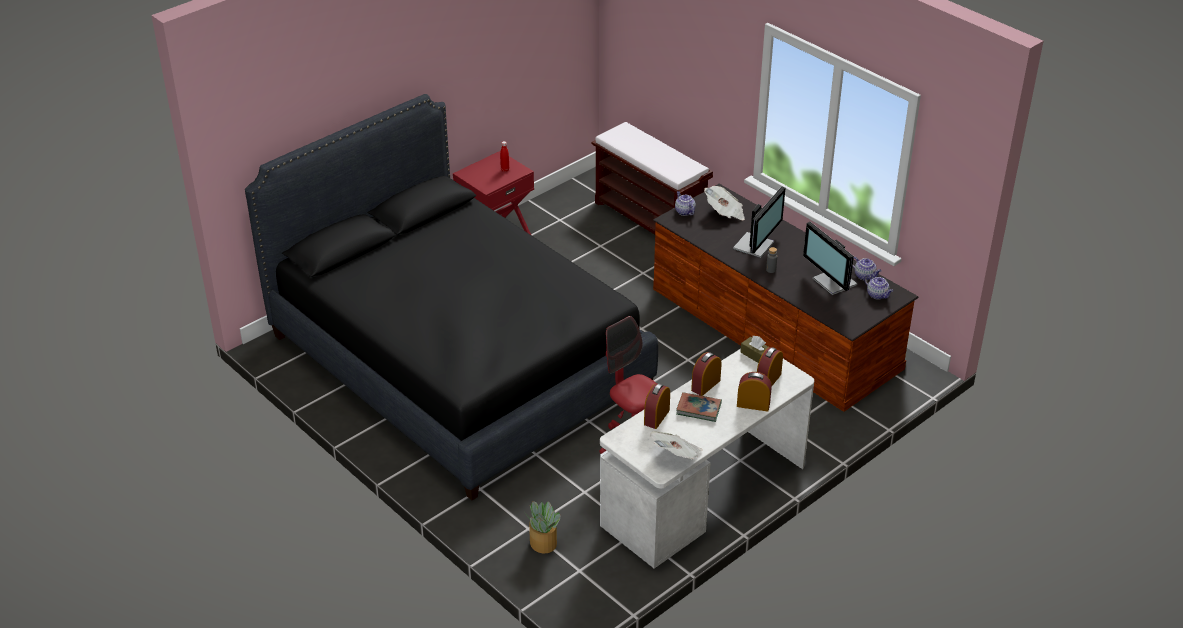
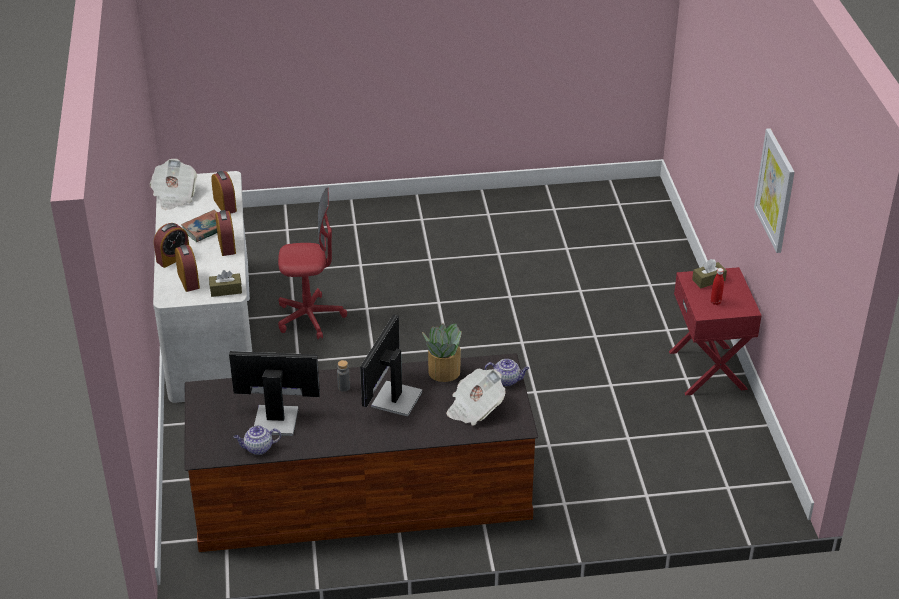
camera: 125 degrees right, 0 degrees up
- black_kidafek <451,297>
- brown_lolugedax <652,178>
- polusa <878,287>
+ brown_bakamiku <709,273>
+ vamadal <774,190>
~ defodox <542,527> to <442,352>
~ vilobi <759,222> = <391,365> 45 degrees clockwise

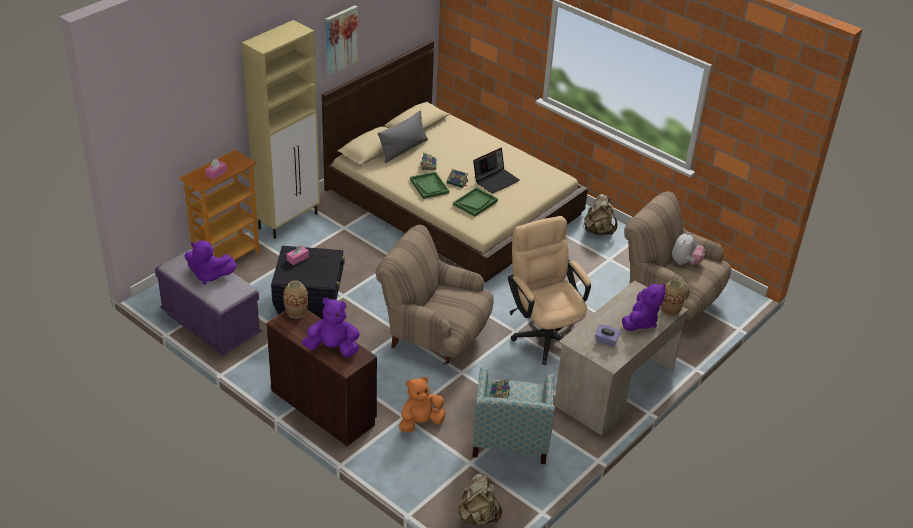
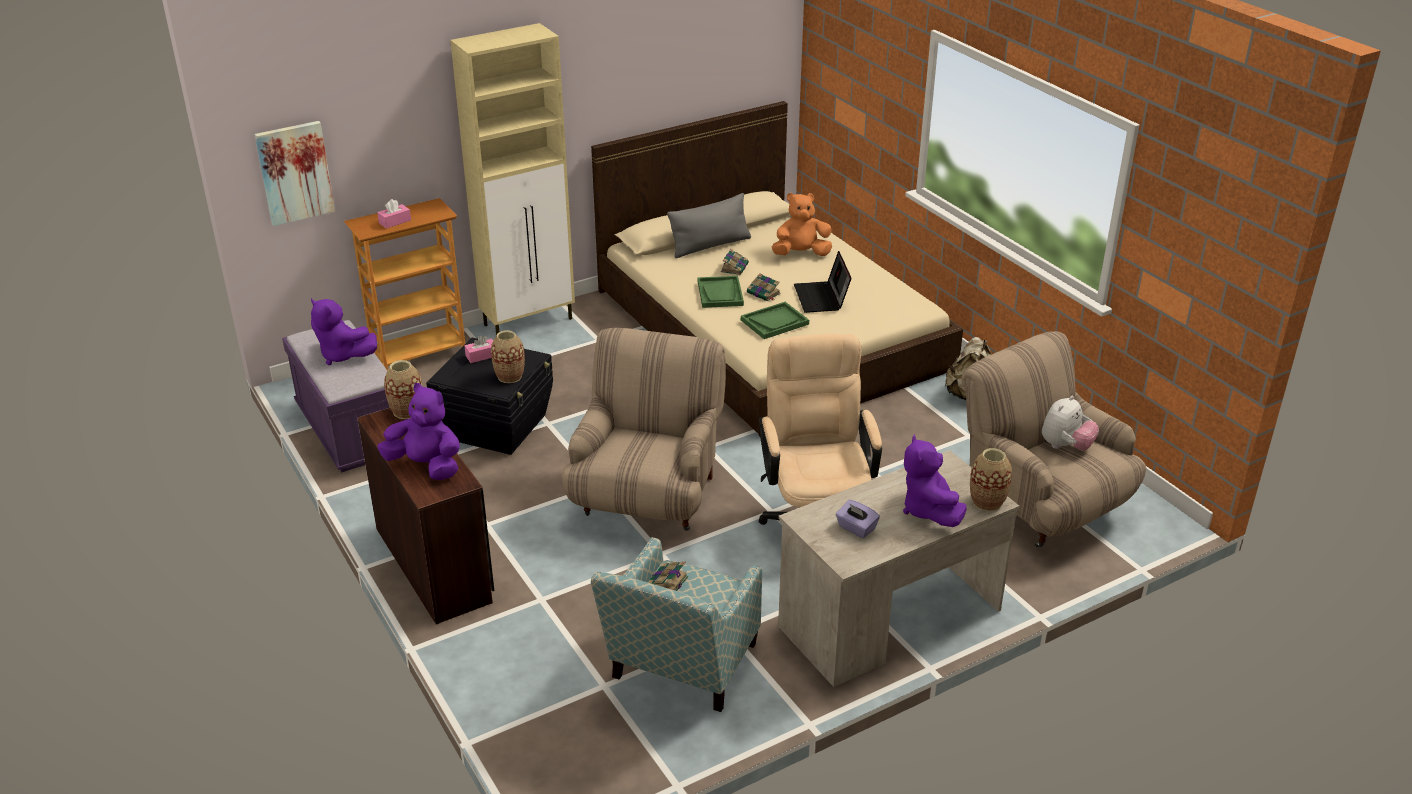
camera: 20 degrees right, 5 degrees down
- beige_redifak <480,499>
+ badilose <508,356>
~ vamadal <341,40> to <294,173>
~ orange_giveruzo <422,405> to <802,224>
~ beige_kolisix <435,295> = <644,429> 60 degrees clockwise
~ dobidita <496,171> = <823,282> 105 degrees clockwise
~ purple_giveruzo <644,307> = <935,481> 120 degrees clockwise

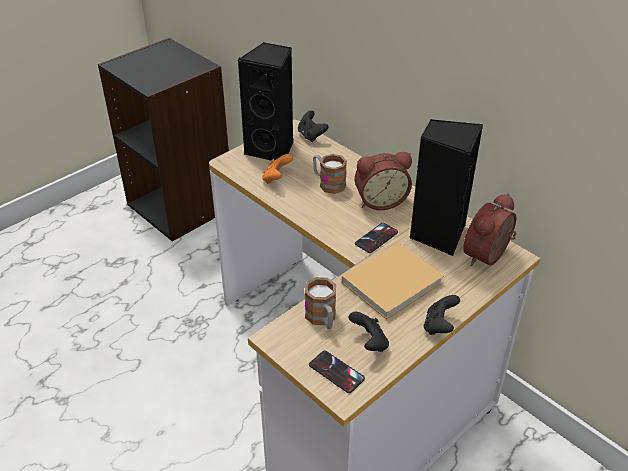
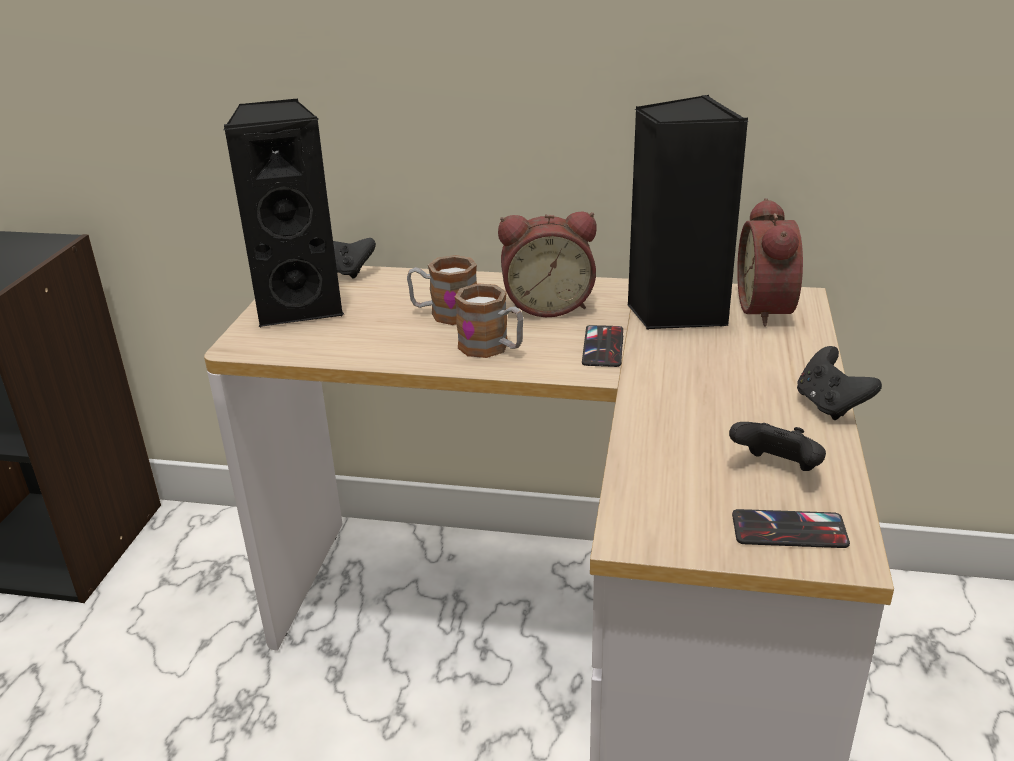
camera: 35 degrees left, 10 degrees down
- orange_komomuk <277,169>
- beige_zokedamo <393,281>
~ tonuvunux <320,303> to <489,320>
~ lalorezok <383,181> = <547,264> 45 degrees clockwise

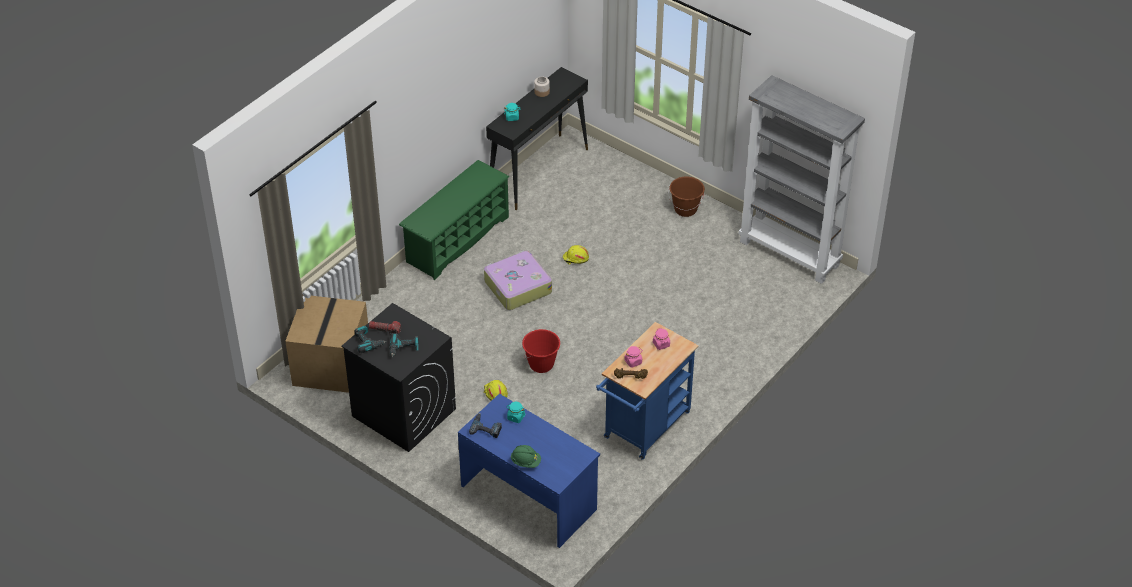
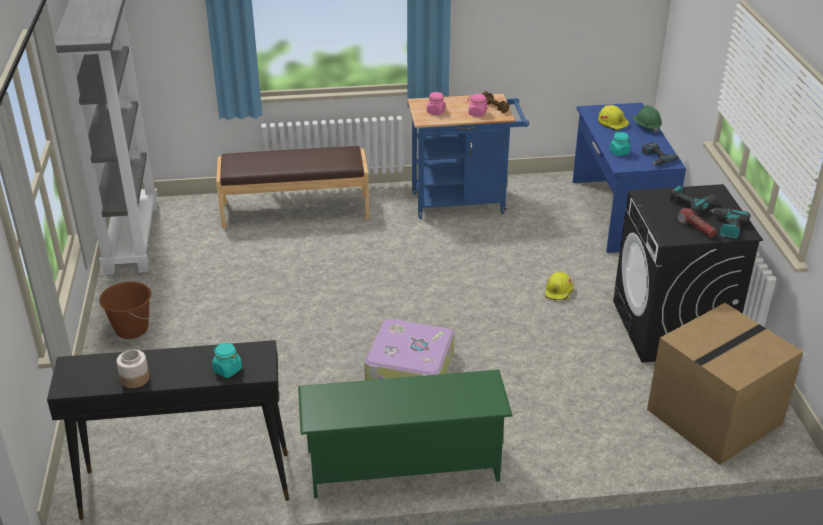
camera: 135 degrees left, 10 degrees down
- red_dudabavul <541,351>
+ brown_lolugedax <292,187>
~ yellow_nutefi <576,255> to <613,118>

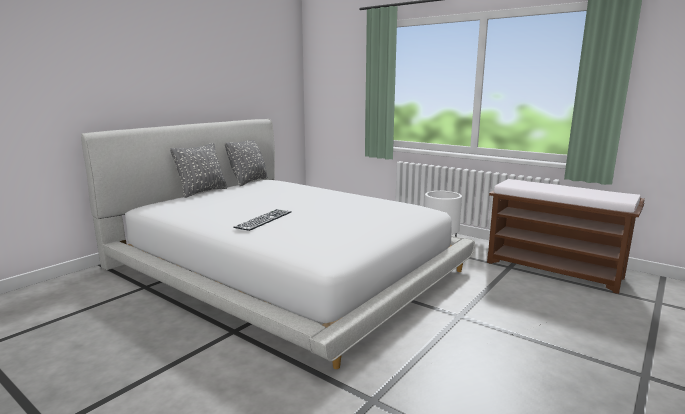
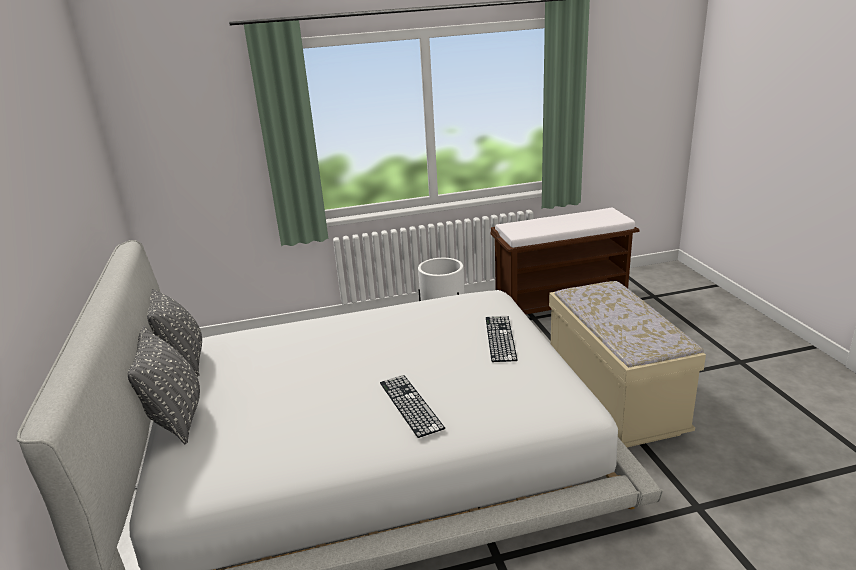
camera: 50 degrees left, 10 degrees up
+ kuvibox <502,339>
+ beige_lolugedax <627,364>

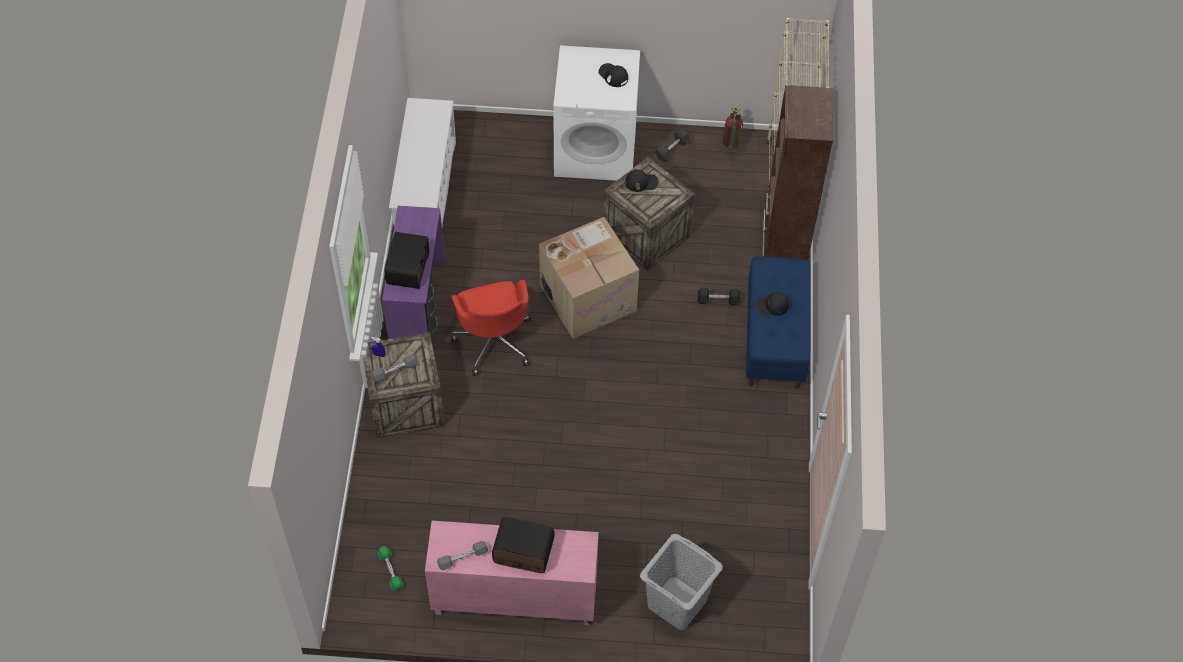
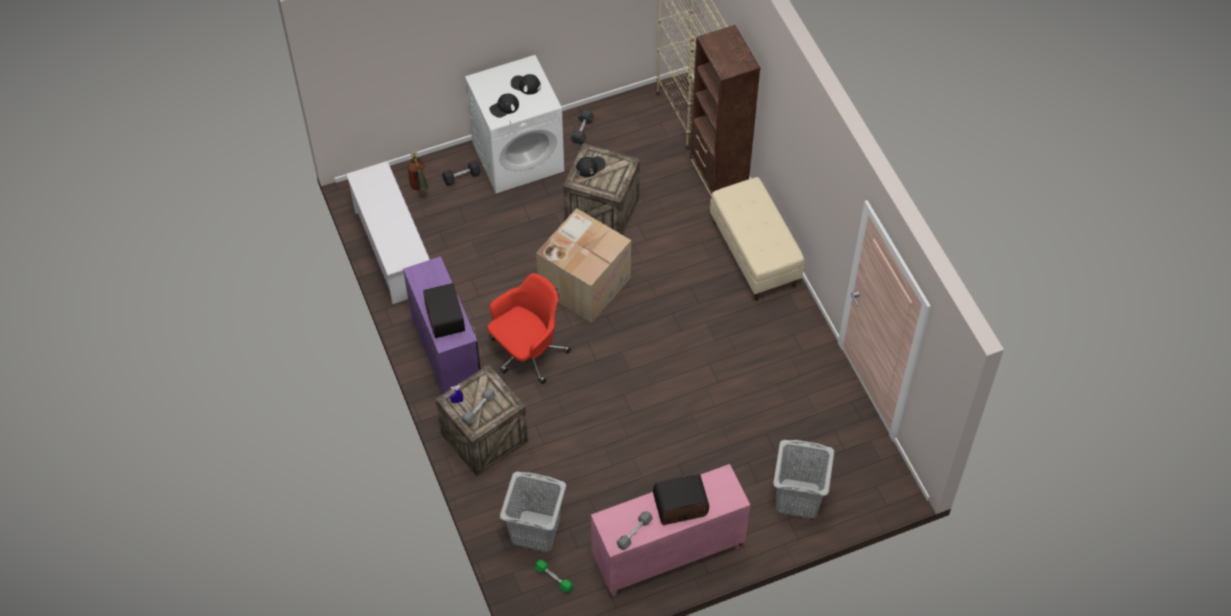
camera: 25 degrees left, 0 degrees up
+ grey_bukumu <533,511>
~ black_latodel <719,296> to <461,173>
~ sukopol <733,128> to <418,171>
~ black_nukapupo <772,304> to <504,106>
~ blue_lolugedax <778,322> to beige_lolugedax <757,239>
~ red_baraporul <491,328> = <529,328> 90 degrees counterclockwise

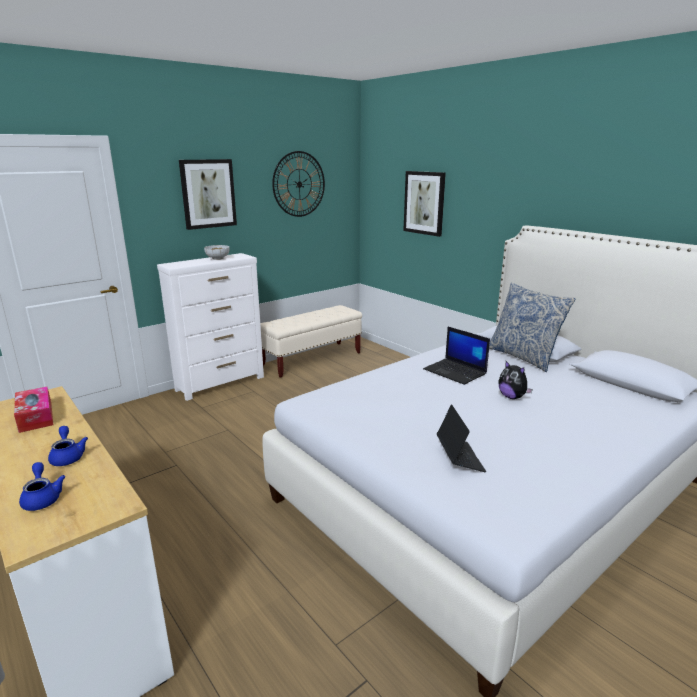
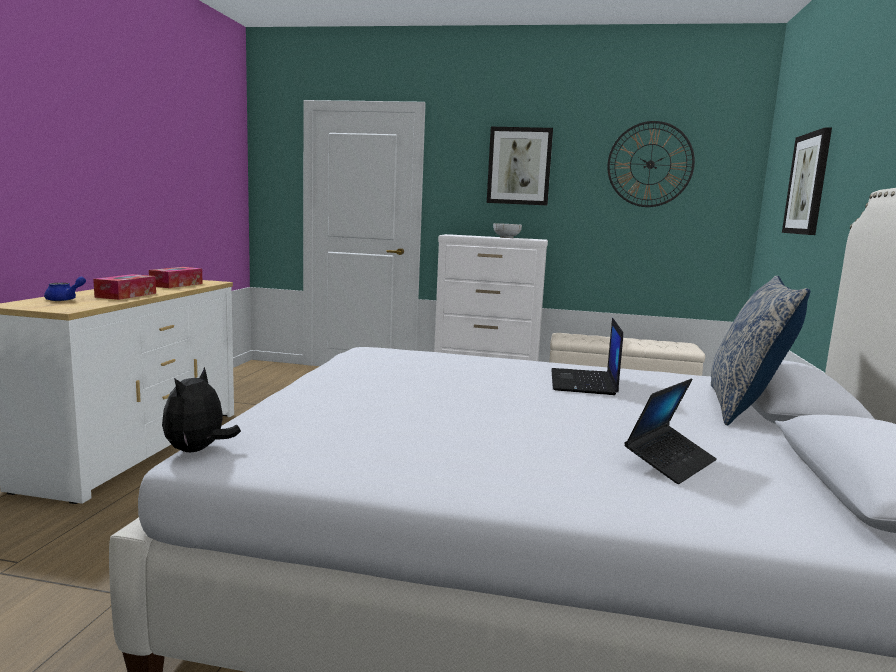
camera: 50 degrees right, 10 degrees down
~ dobidita <461,438> to <670,431>
~ giveruzo <516,380> to <201,409>
~ blue_polusa <68,446> to bakamiku <124,287>

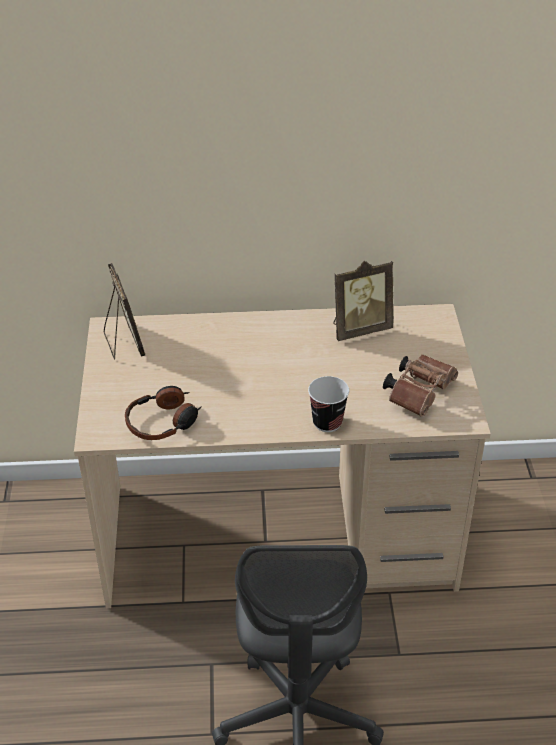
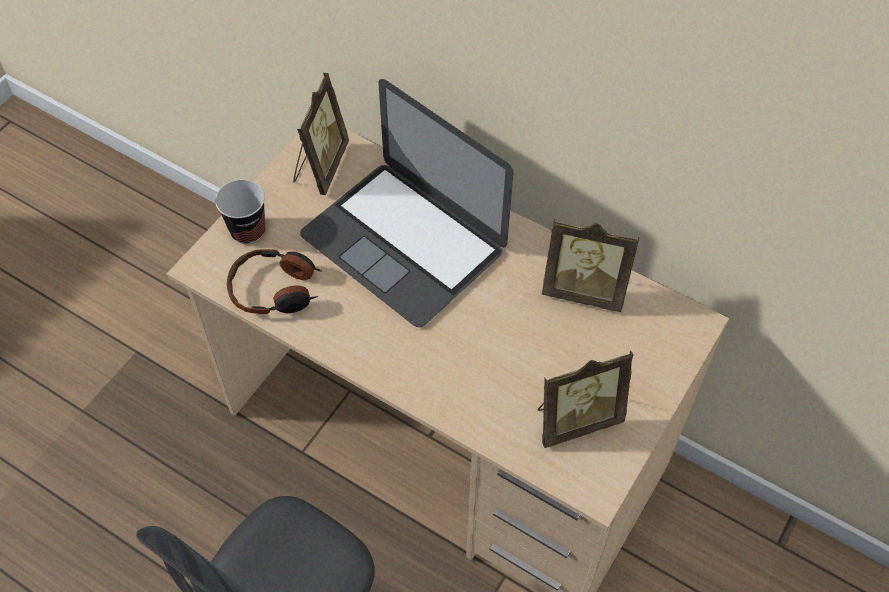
camera: 35 degrees right, 15 degrees up
+ dobidita <406,203>
~ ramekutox <328,404> to <240,211>
~ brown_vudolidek <420,385> to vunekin <585,399>

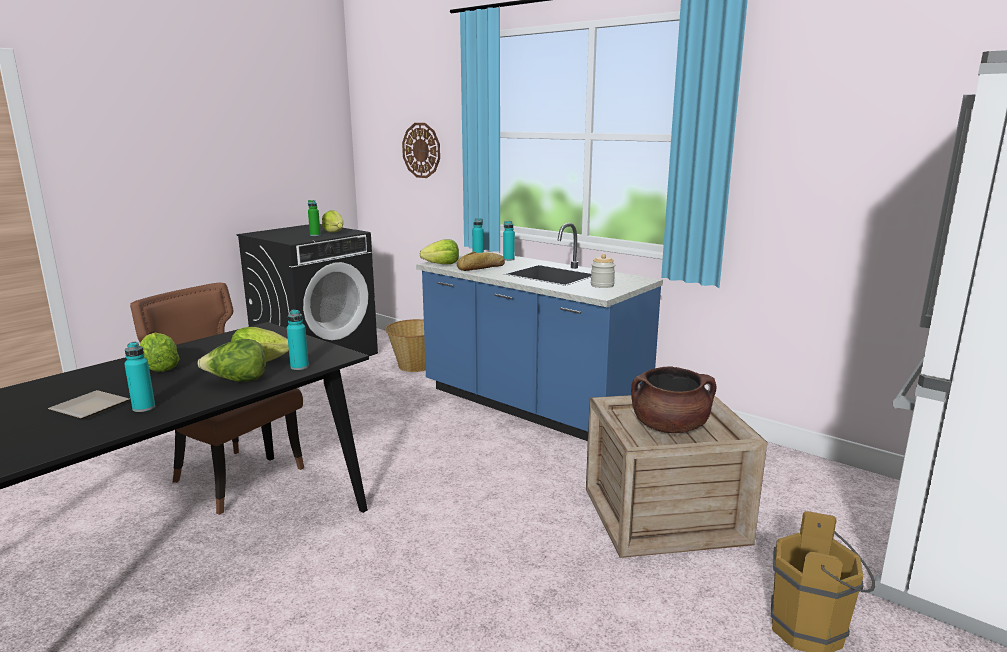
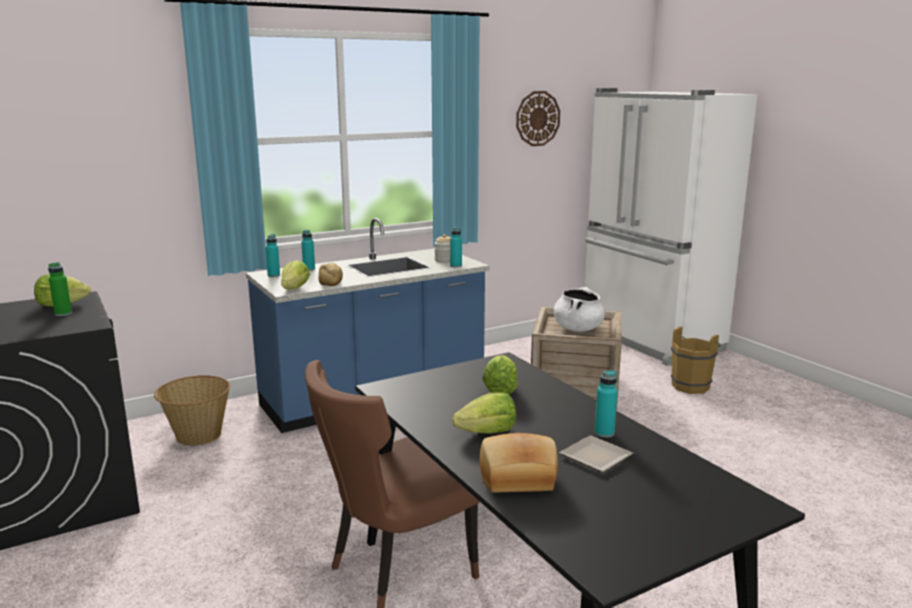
camera: 70 degrees left, 0 degrees up
- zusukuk <232,360>
+ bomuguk <519,463>
~ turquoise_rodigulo <298,339> to <456,247>
~ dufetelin <421,150> to <538,118>
~ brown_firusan <673,400> to white_firusan <579,309>

